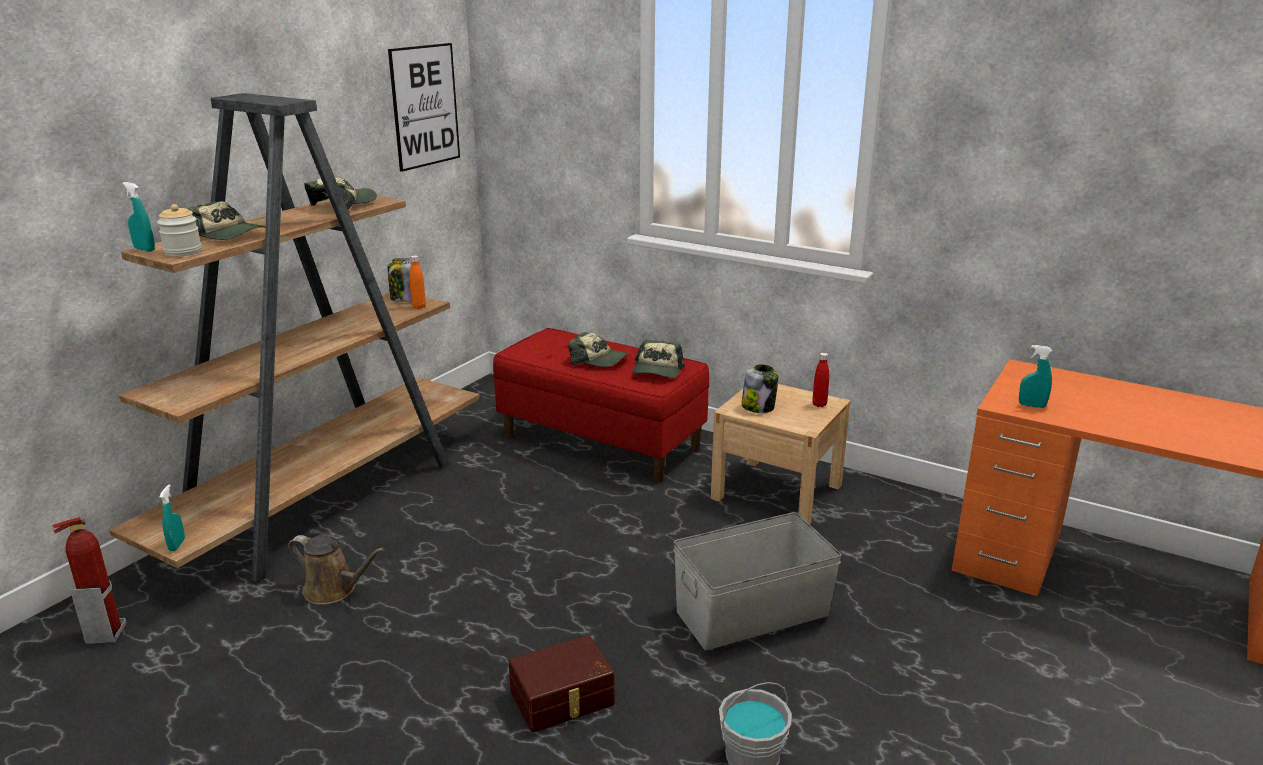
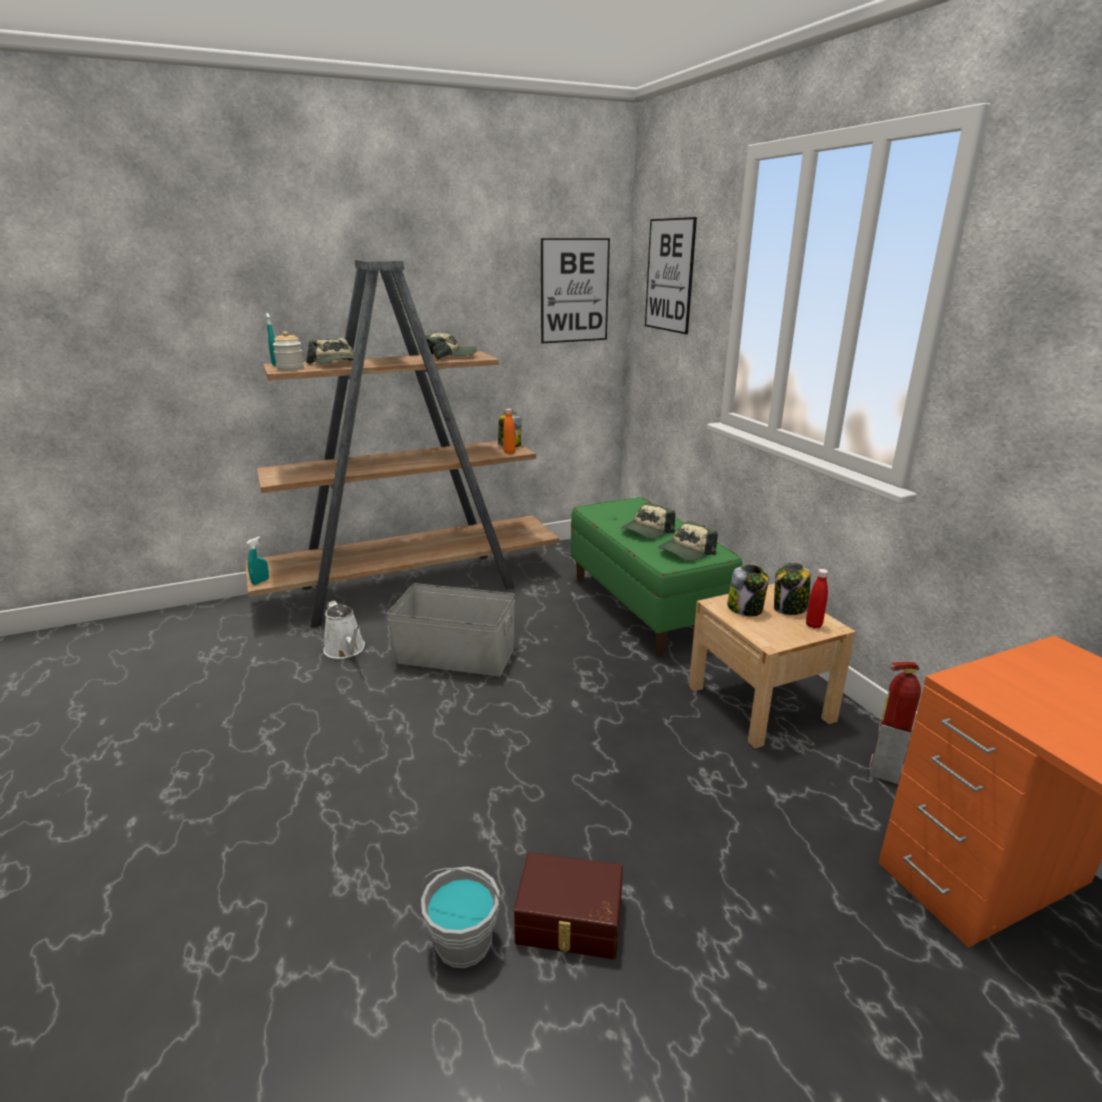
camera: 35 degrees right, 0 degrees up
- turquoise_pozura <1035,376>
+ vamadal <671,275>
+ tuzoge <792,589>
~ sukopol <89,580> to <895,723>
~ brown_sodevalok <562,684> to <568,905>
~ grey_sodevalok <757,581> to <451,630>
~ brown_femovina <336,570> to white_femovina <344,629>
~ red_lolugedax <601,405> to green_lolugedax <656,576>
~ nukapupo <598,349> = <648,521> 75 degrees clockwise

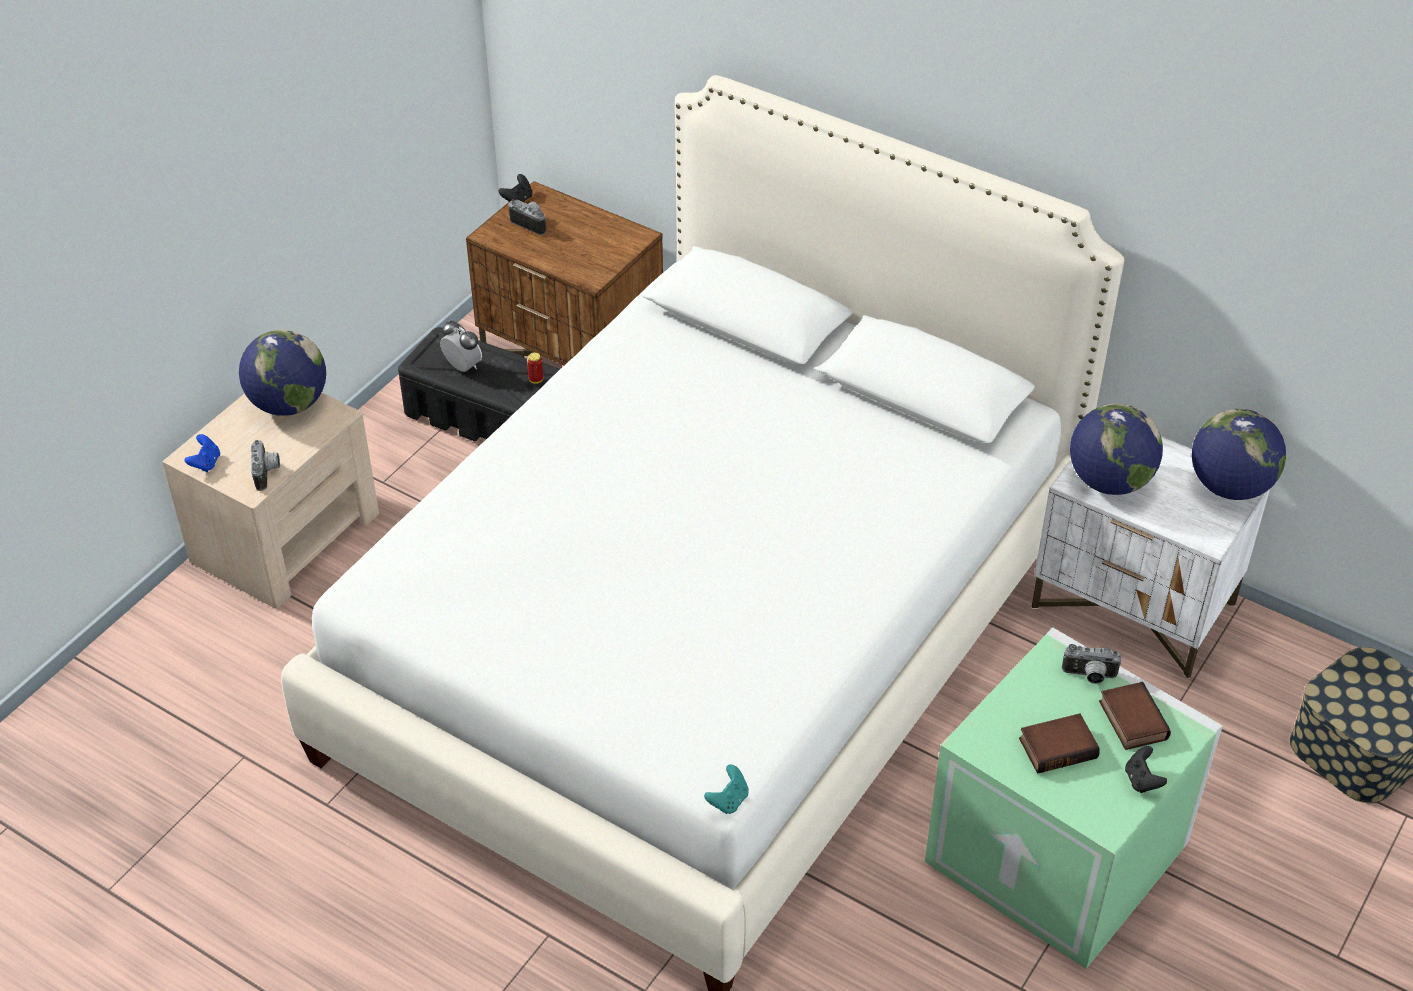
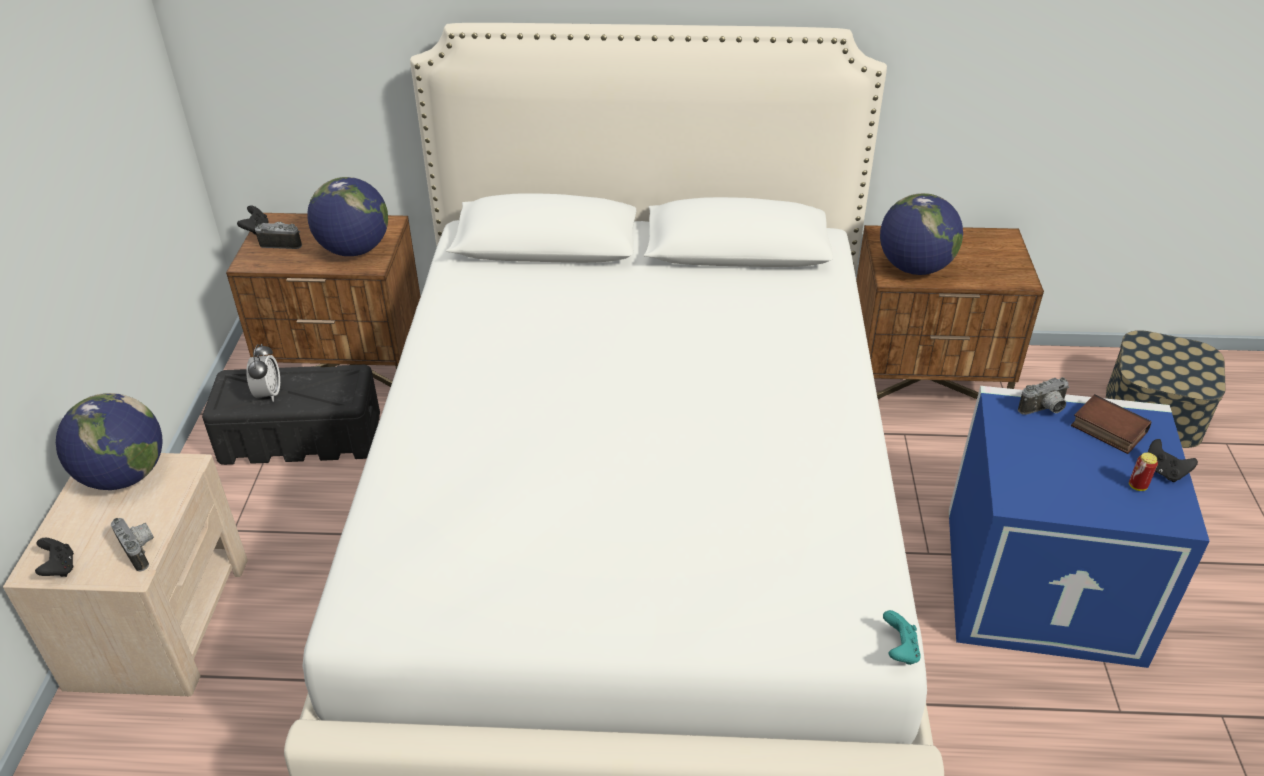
camera: 30 degrees left, 5 degrees down
- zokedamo <1059,743>
~ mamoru <535,368> to <1143,472>
~ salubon <1239,454> to <347,216>
~ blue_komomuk <202,453> to black_komomuk <54,557>
~ green_sodevalok <1074,798> to blue_sodevalok <1079,527>
~ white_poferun <1151,557> to brown_poferun <950,312>
~ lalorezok <461,346> = <263,373> 75 degrees clockwise

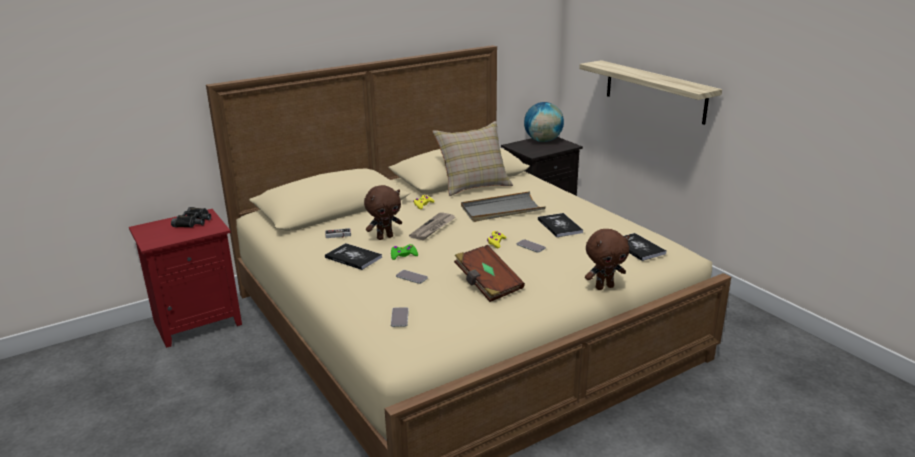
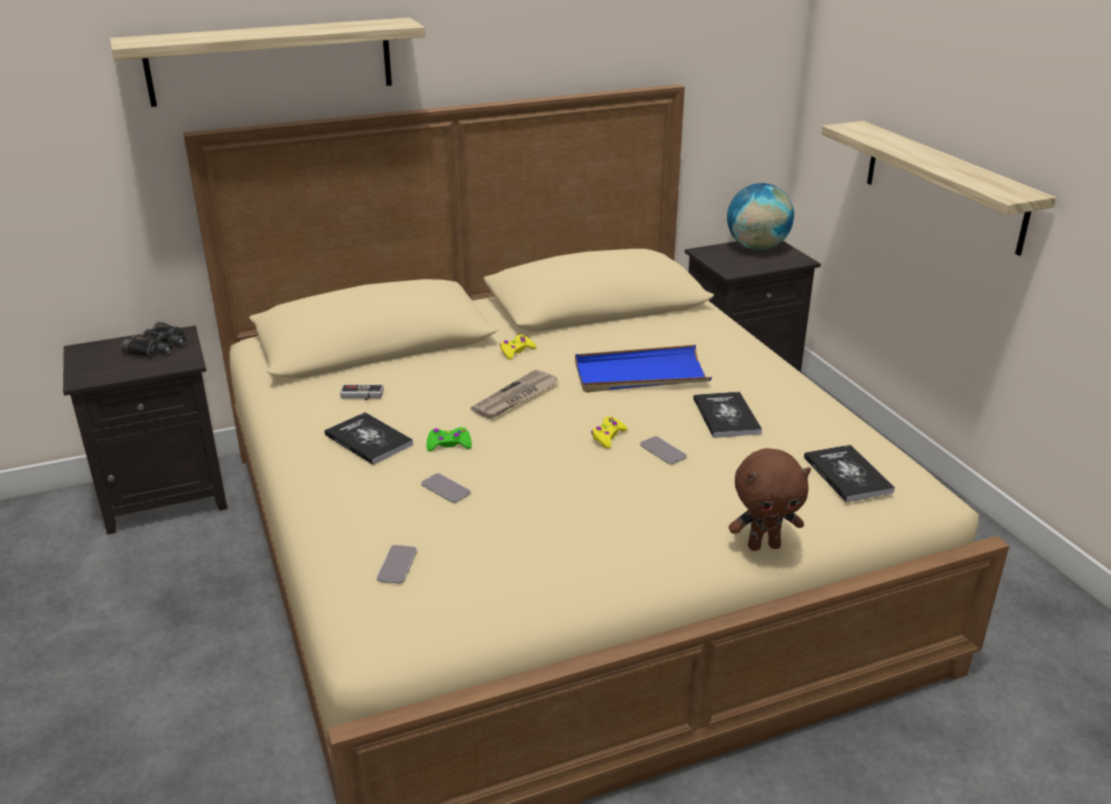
camera: 10 degrees right, 5 degrees up
- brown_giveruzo <383,212>
- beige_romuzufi <472,158>
- brown_zokedamo <489,273>
+ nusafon <267,62>
~ red_poferun <185,278> to black_poferun <145,430>
~ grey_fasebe <503,206> to blue_fasebe <643,369>

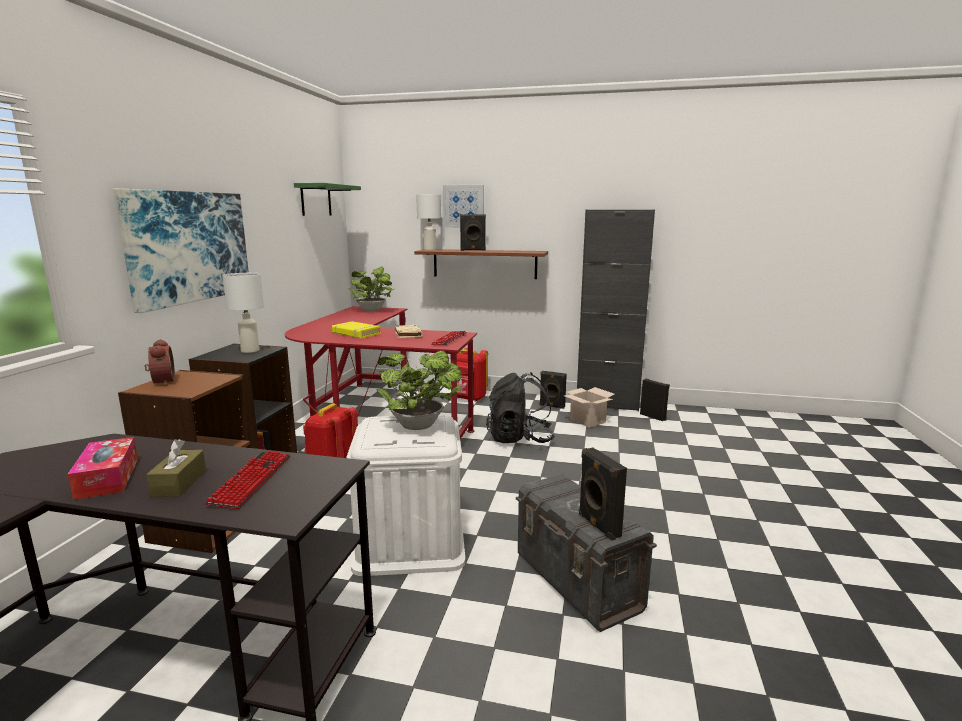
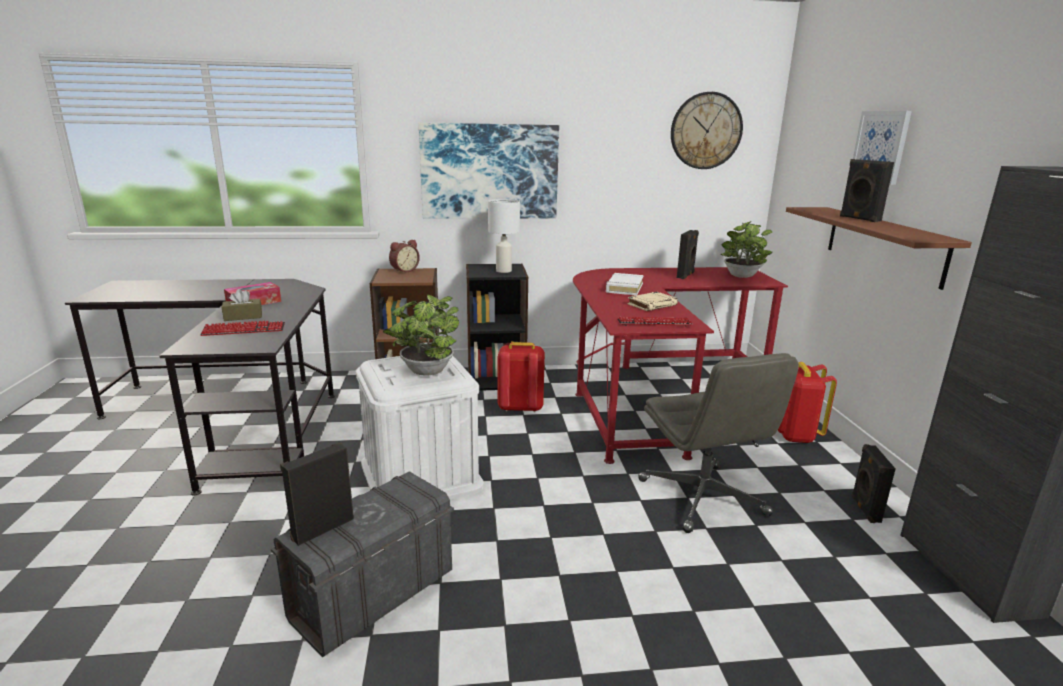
camera: 70 degrees right, 5 degrees up
- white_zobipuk <428,222>
- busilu <589,407>
~ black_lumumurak <655,399> to <688,254>
~ green_nusafon <327,199> to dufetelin <707,130>
~ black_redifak <520,407> to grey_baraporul <718,443>
~ yellow_zokedamo <356,329> to white_zokedamo <625,284>

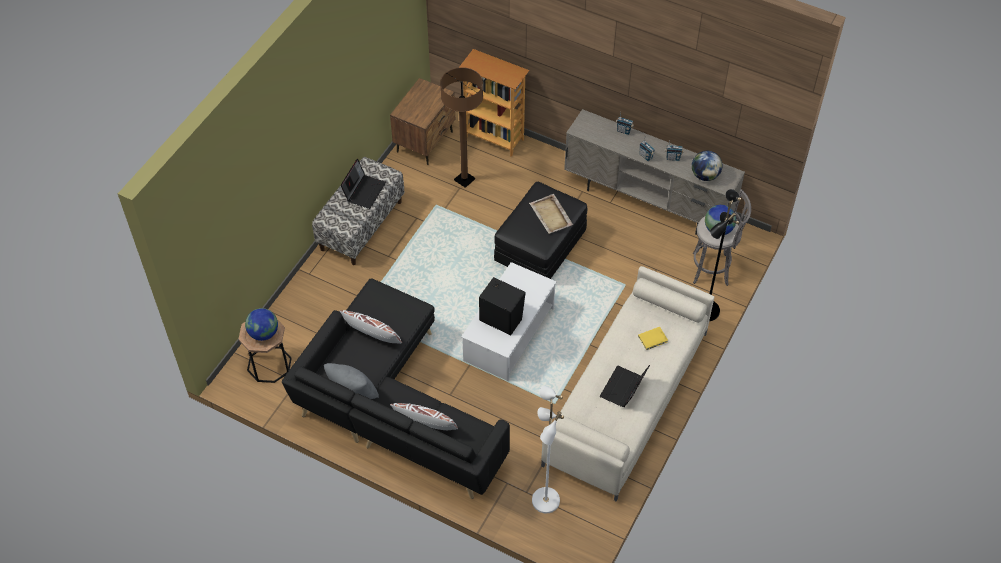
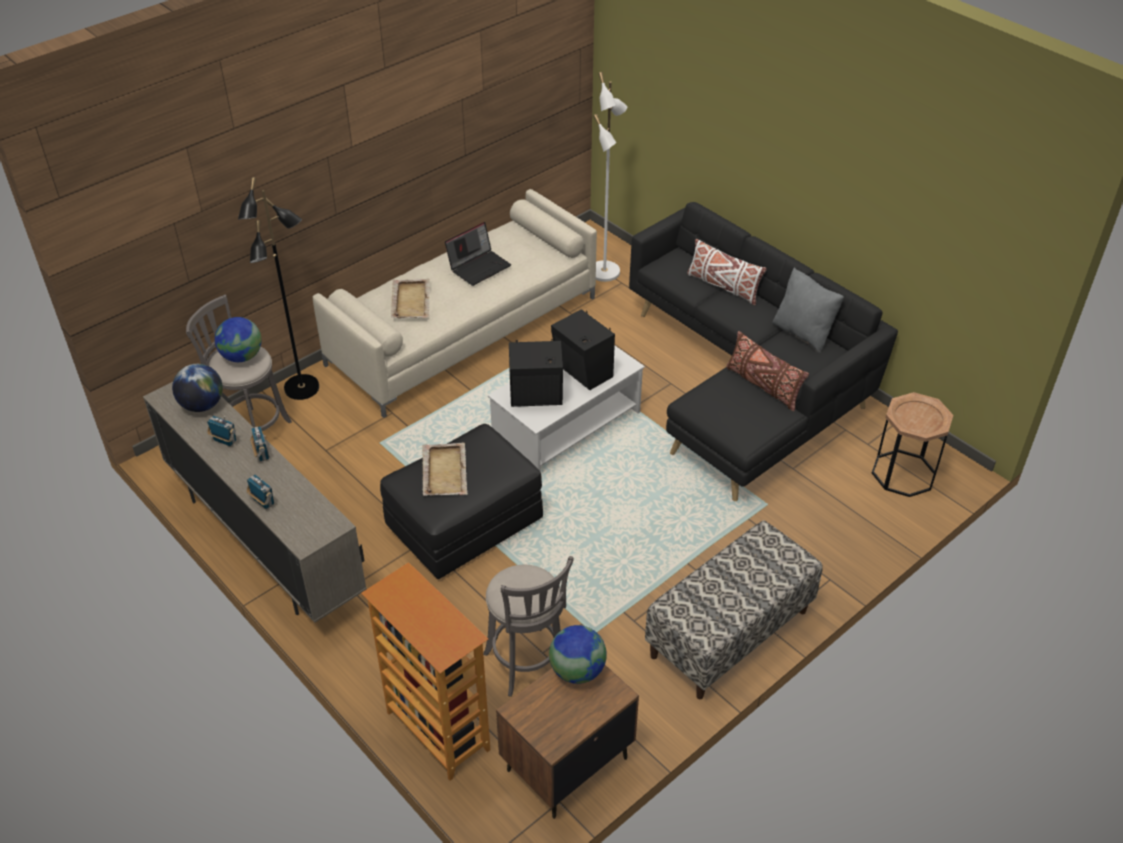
camera: 160 degrees left, 10 degrees down
- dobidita <363,184>
+ black_lumumurak <536,373>
~ salubon <261,324> to <578,654>
~ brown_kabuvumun <461,127> to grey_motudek <528,626>
~ yellow_zokedamo <653,338> to beige_fasebe <410,298>
~ white_romuzufi <371,327> to brown_romuzufi <767,371>

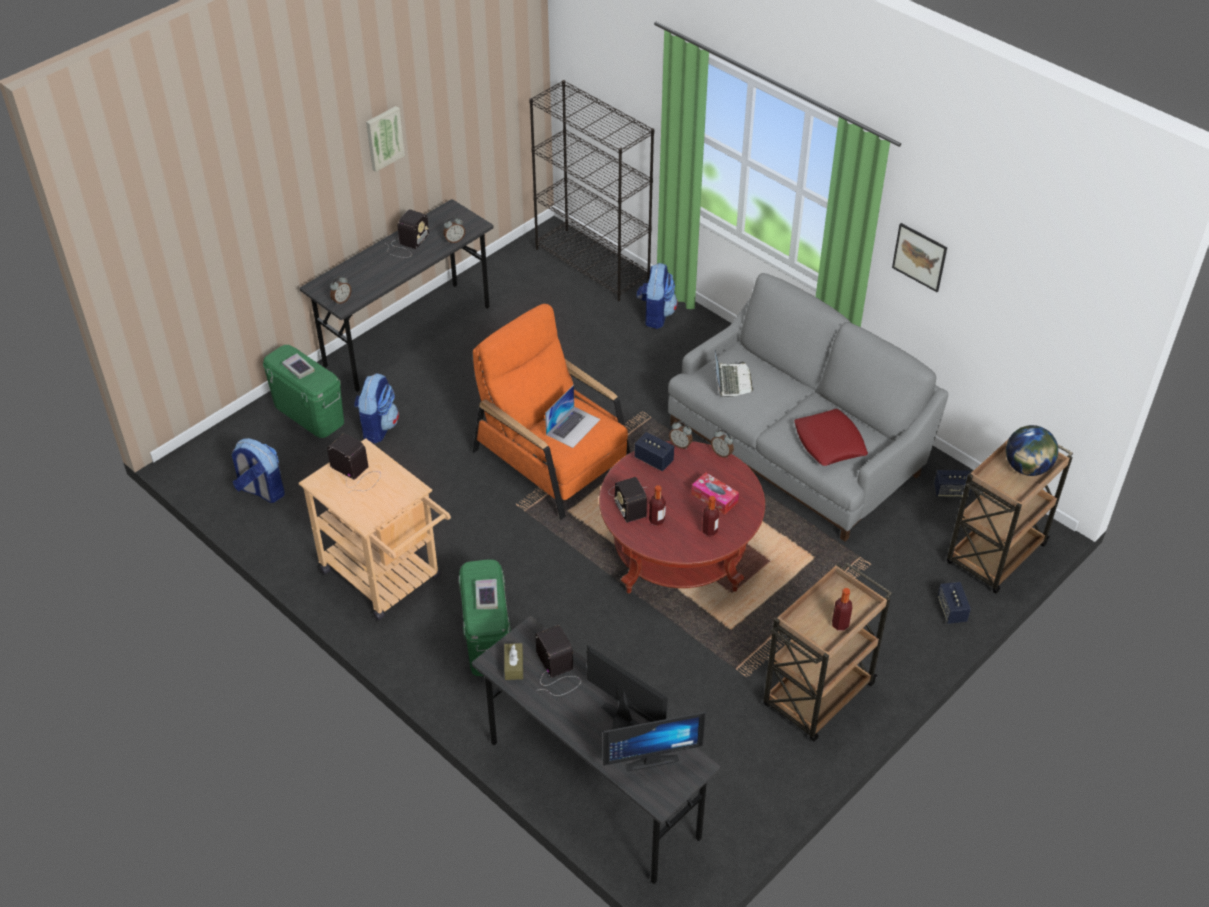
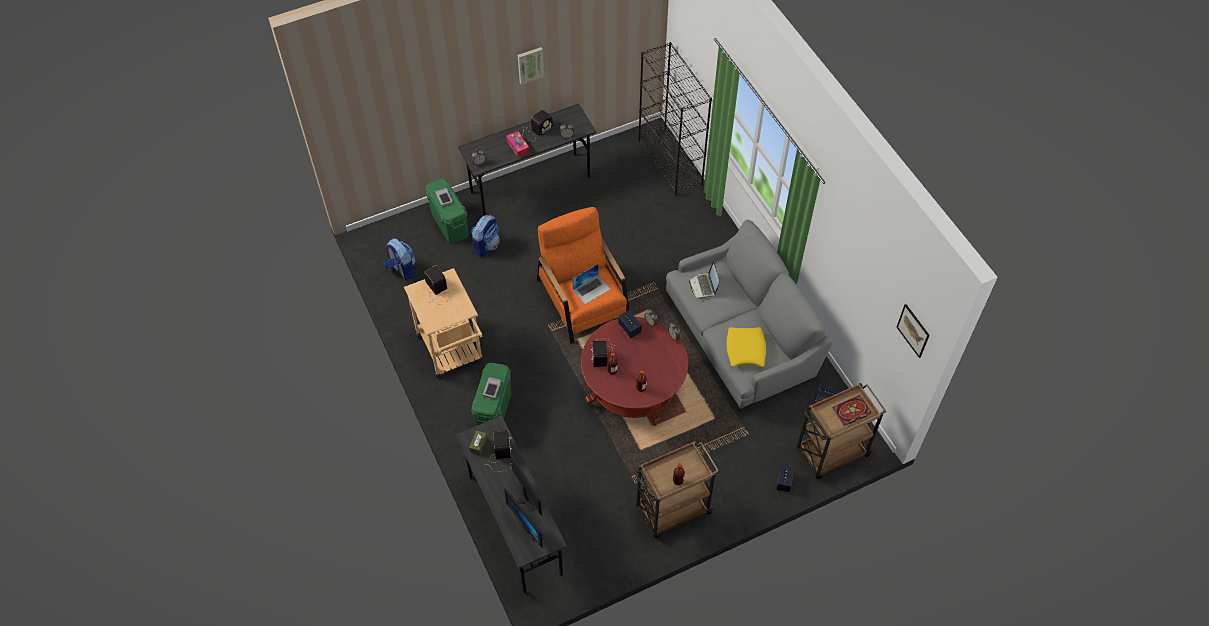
camera: 20 degrees right, 10 degrees up
- redifak <657,296>
~ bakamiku <715,493> to <518,144>
~ vamadal <919,257> to <913,331>
~ salubon <1032,450> to zokedamo <851,410>
~ red_romuzufi <831,437> to yellow_romuzufi <746,347>
~ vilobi <654,742> = <523,518> 45 degrees clockwise
~ dobidita <734,373> = <704,280> 150 degrees clockwise

